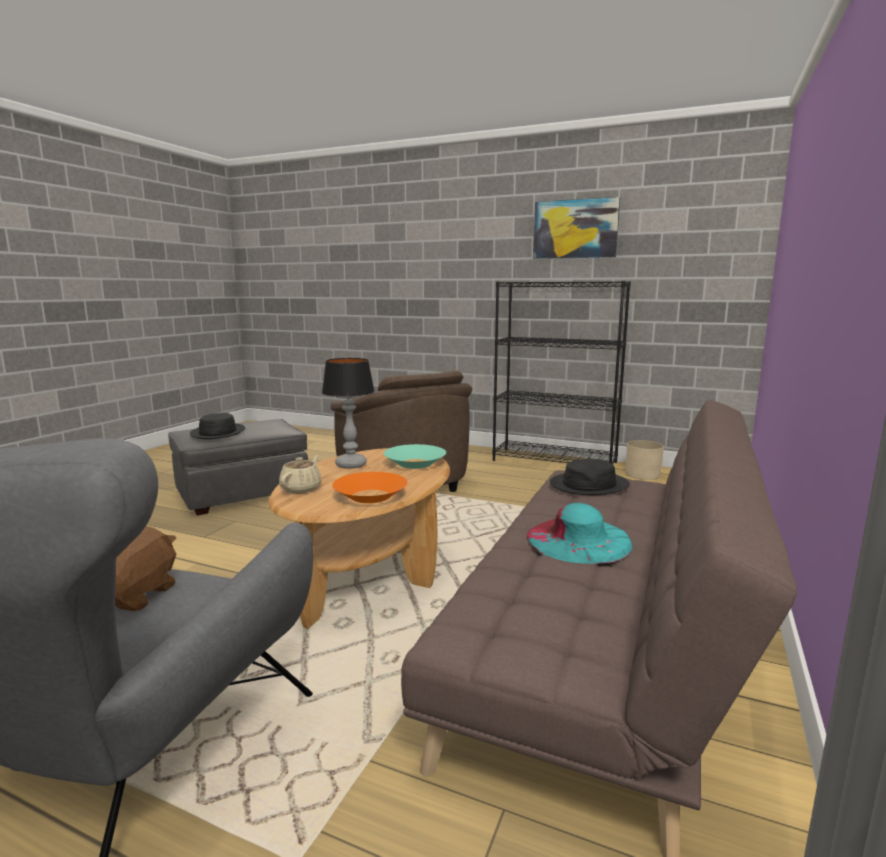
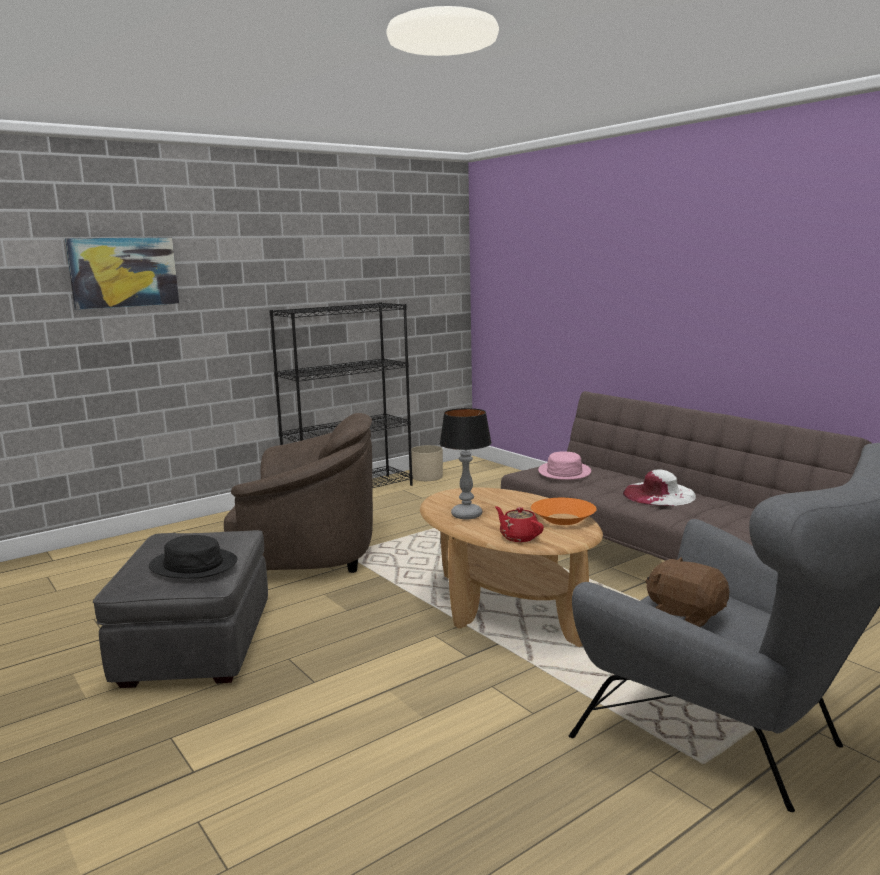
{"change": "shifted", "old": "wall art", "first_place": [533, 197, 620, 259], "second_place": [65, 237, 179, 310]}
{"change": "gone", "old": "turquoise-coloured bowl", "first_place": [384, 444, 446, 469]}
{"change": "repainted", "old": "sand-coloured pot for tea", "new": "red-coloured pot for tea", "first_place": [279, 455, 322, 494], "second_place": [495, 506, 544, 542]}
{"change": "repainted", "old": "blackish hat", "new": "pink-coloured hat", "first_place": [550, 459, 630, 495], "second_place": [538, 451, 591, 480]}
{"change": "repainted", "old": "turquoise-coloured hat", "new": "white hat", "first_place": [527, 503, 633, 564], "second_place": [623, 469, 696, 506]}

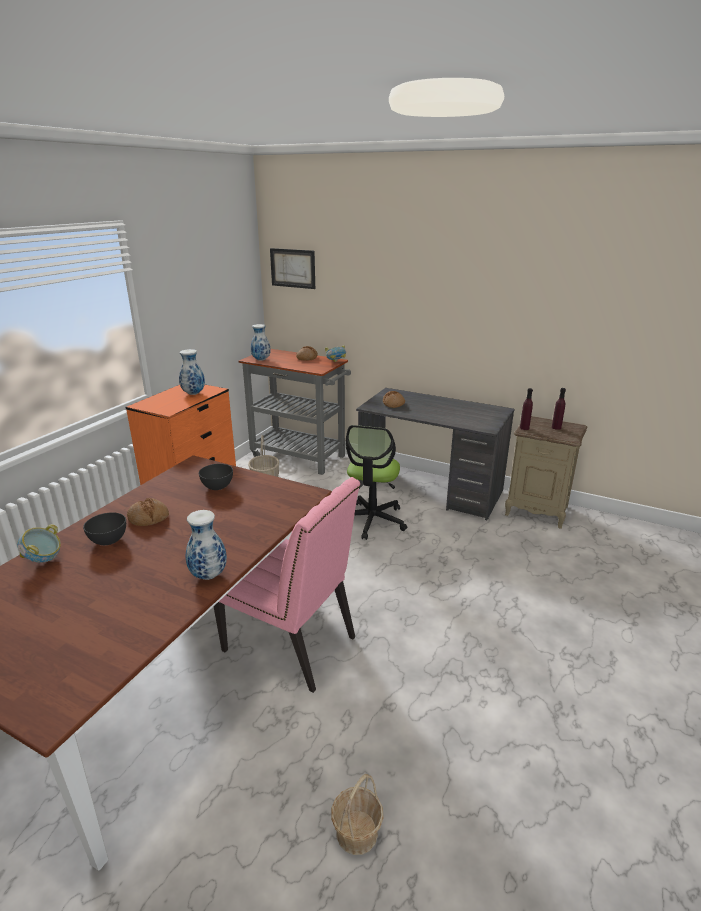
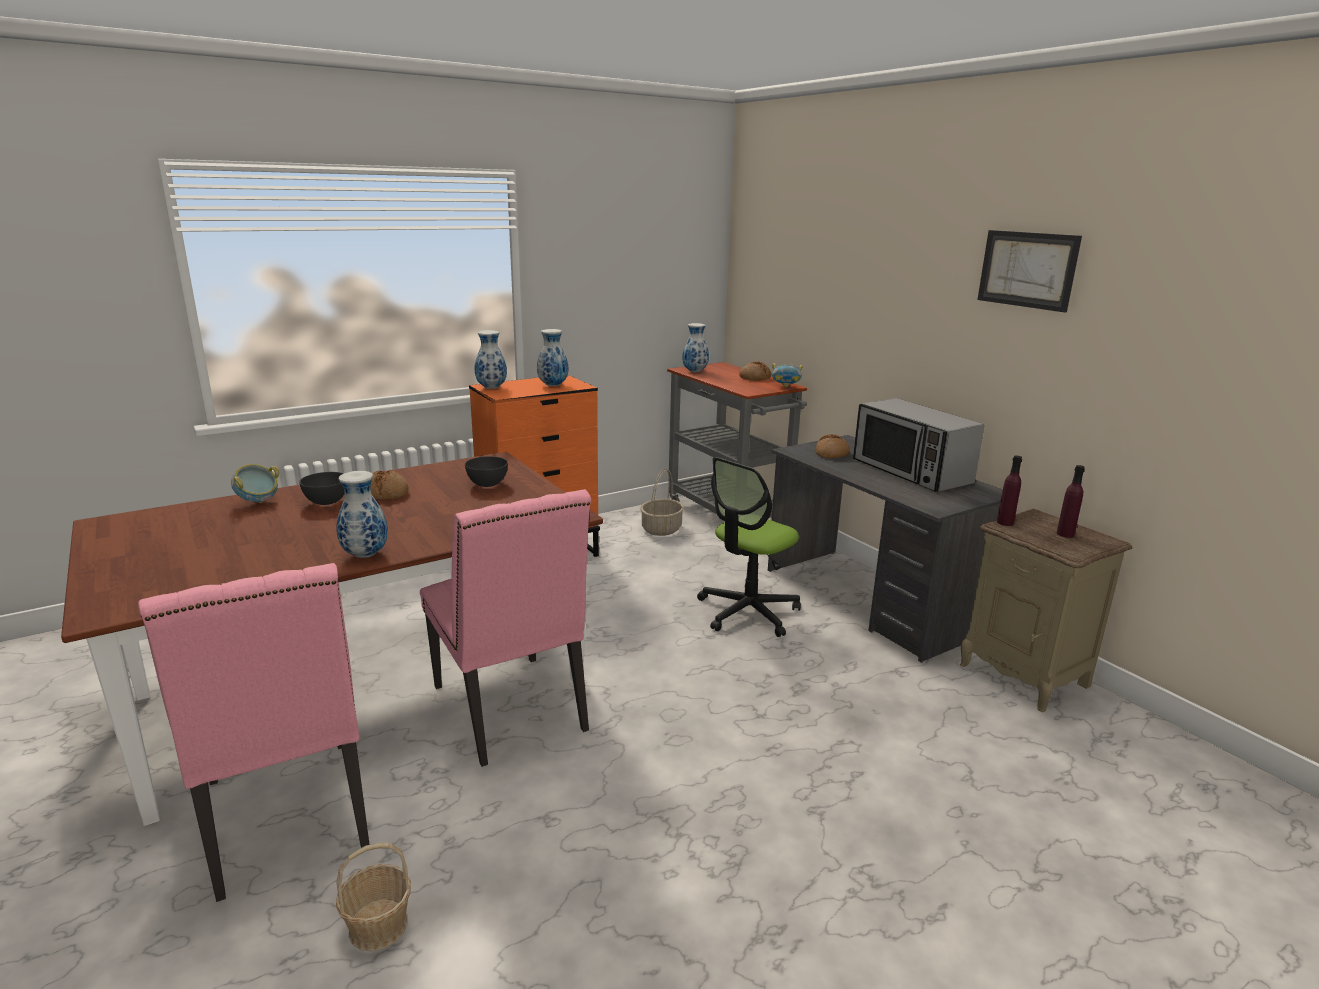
{"change": "shifted", "old": "wall art", "first_place": [270, 248, 315, 289], "second_place": [977, 230, 1082, 312]}
{"change": "new", "new": "vase", "second_place": [475, 330, 507, 389]}
{"change": "new", "new": "microwave", "second_place": [853, 398, 984, 492]}
{"change": "new", "new": "pink-coloured chair", "second_place": [138, 563, 370, 902]}

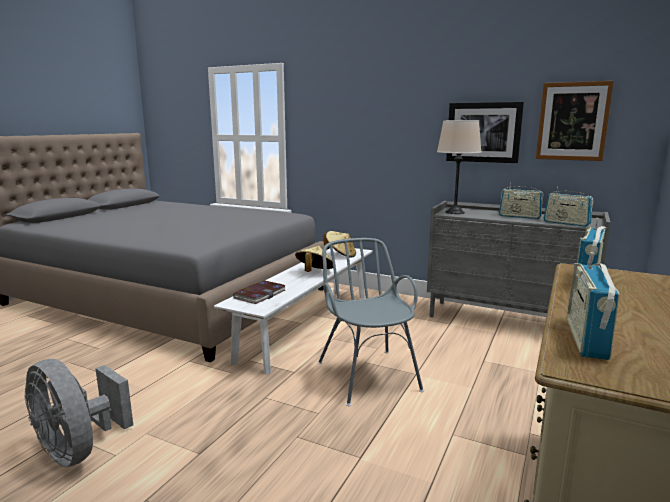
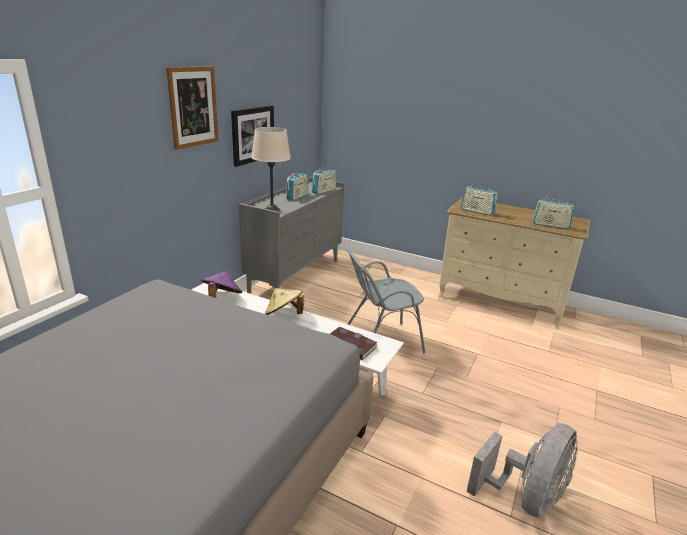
{"change": "shifted", "old": "wall art", "first_place": [536, 81, 614, 161], "second_place": [166, 66, 219, 150]}
{"change": "repainted", "old": "sand-coloured hat", "new": "purple hat", "first_place": [324, 231, 356, 258], "second_place": [201, 271, 242, 298]}

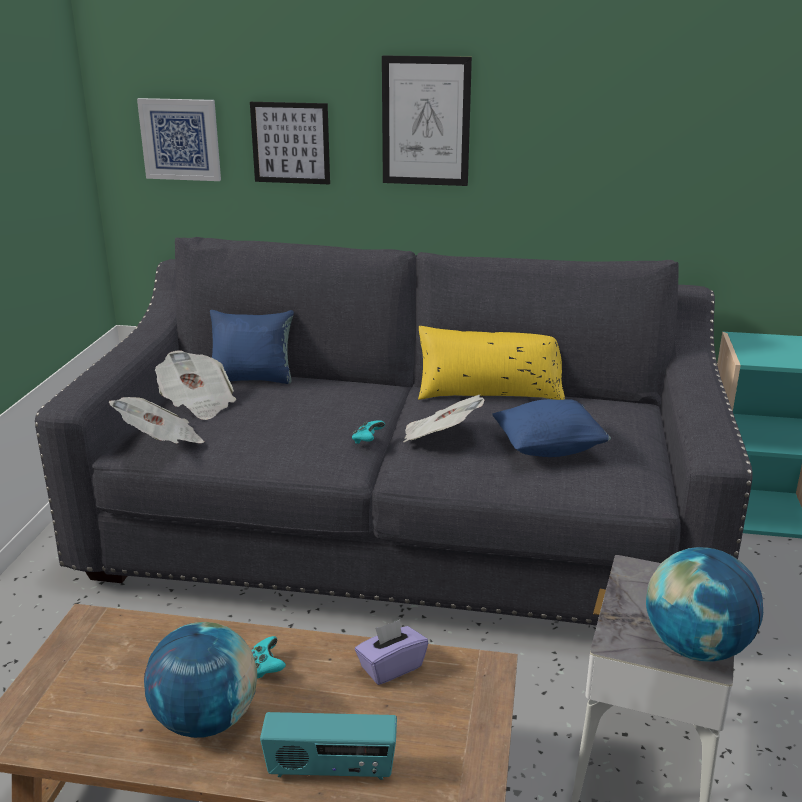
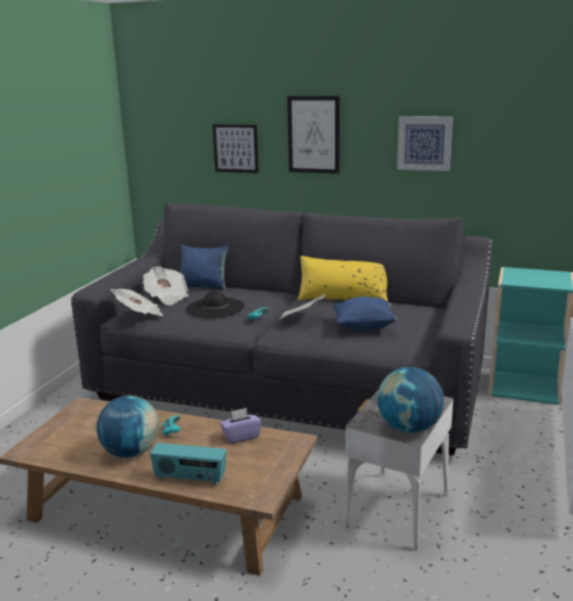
{"change": "shifted", "old": "wall art", "first_place": [137, 98, 221, 181], "second_place": [397, 116, 453, 171]}
{"change": "new", "new": "blackish hat", "second_place": [186, 291, 244, 318]}

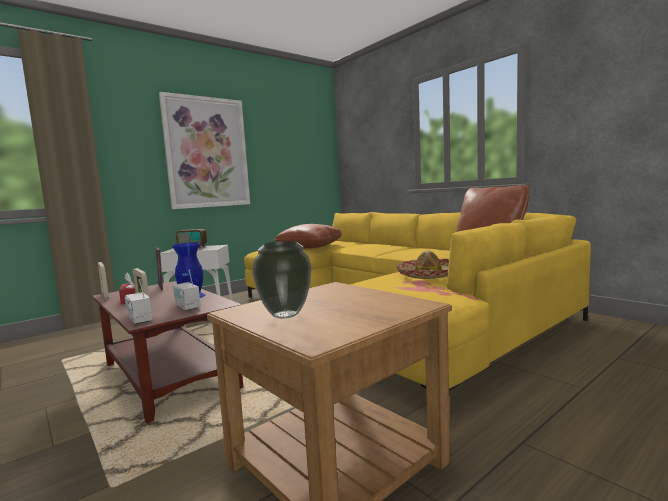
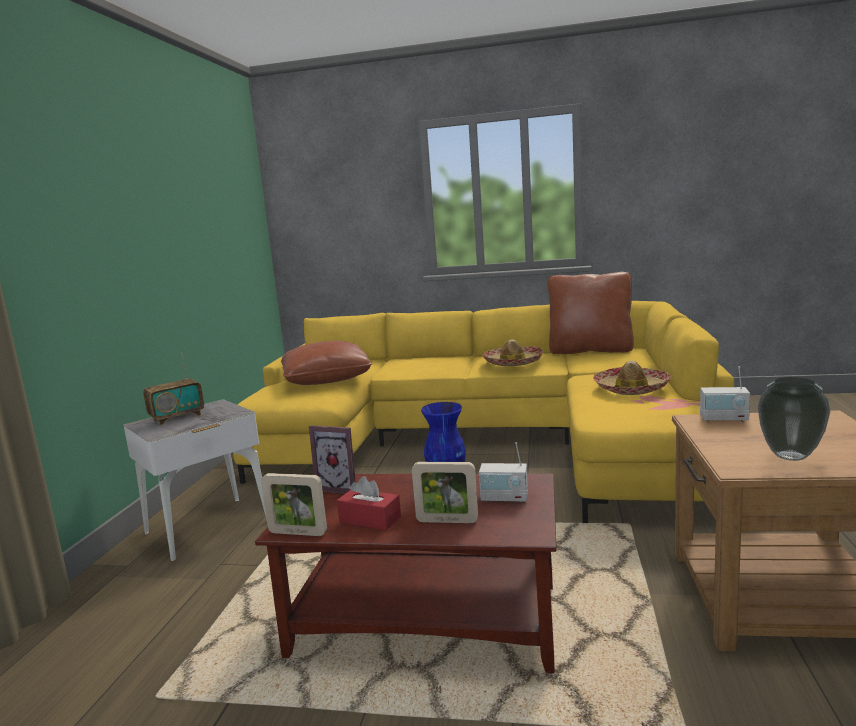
{"change": "gone", "old": "wall art", "first_place": [159, 92, 250, 209]}
{"change": "shifted", "old": "radio", "first_place": [125, 279, 153, 324], "second_place": [700, 366, 750, 422]}
{"change": "new", "new": "hat", "second_place": [482, 339, 543, 366]}

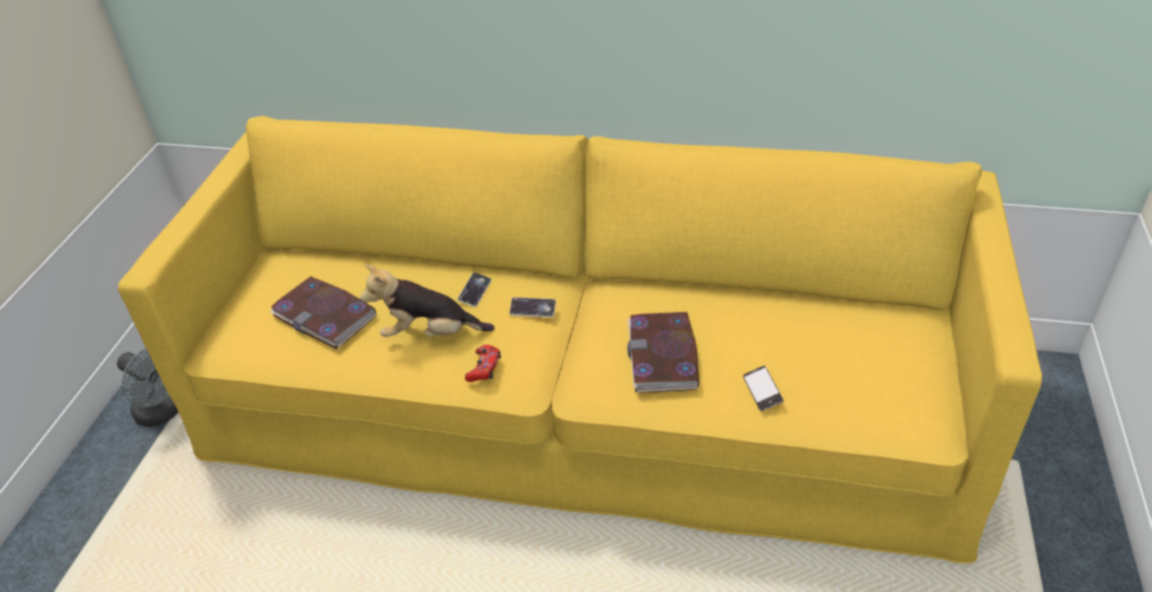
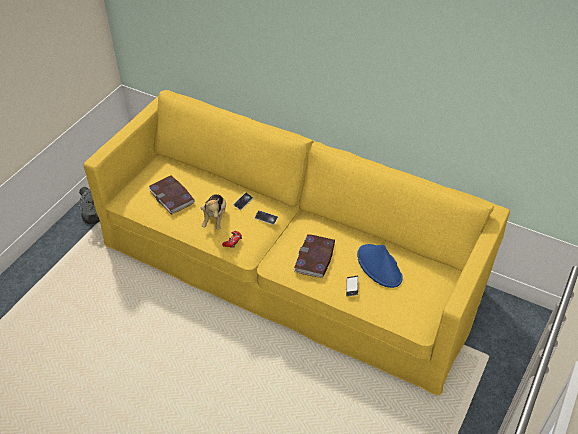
{"change": "rotated", "old": "cuddly toy", "first_place": [360, 265, 495, 337], "second_place": [201, 194, 226, 230], "degrees": -105}
{"change": "new", "new": "blue hat", "second_place": [357, 244, 403, 288]}

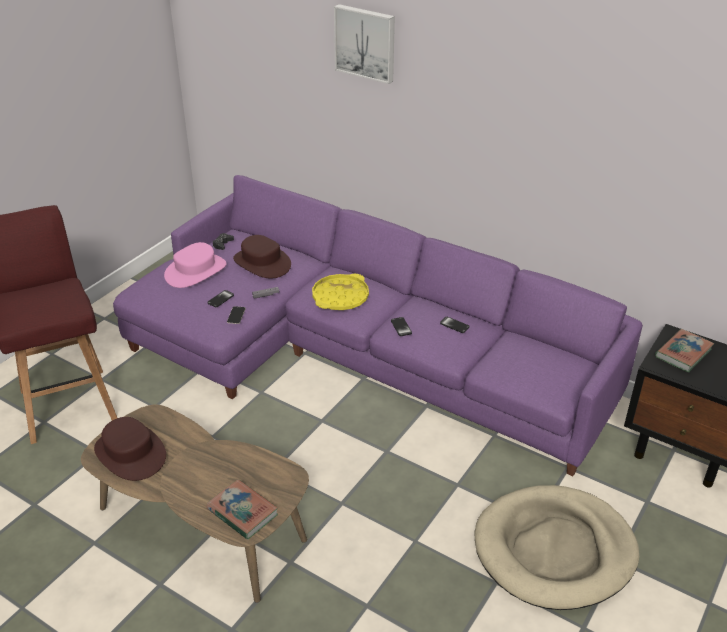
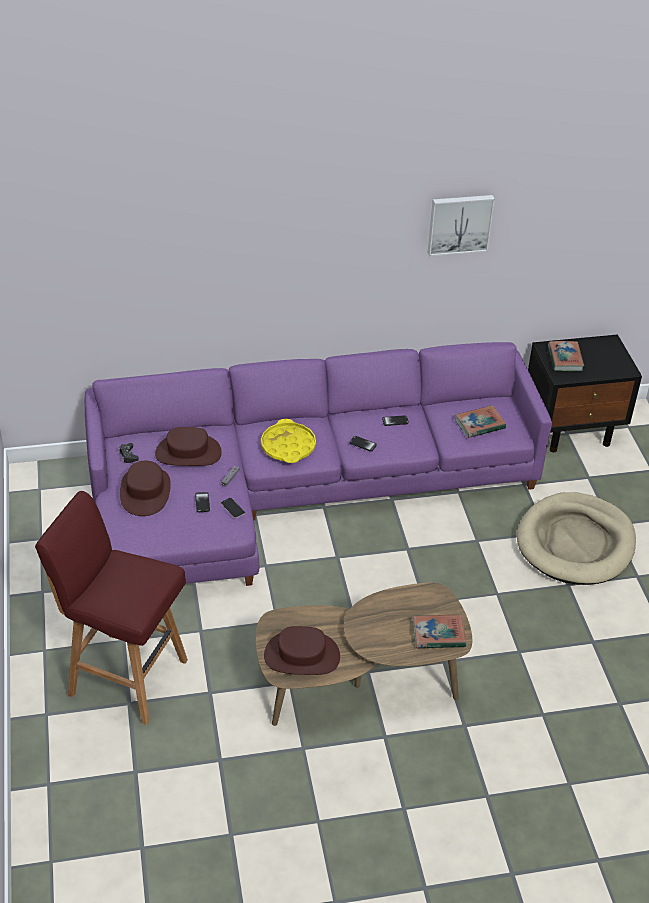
{"change": "shifted", "old": "wall art", "first_place": [334, 4, 395, 84], "second_place": [428, 195, 495, 256]}
{"change": "repainted", "old": "pink-coloured hat", "new": "brown hat", "first_place": [164, 242, 227, 288], "second_place": [120, 461, 171, 516]}
{"change": "new", "new": "book", "second_place": [455, 405, 506, 438]}

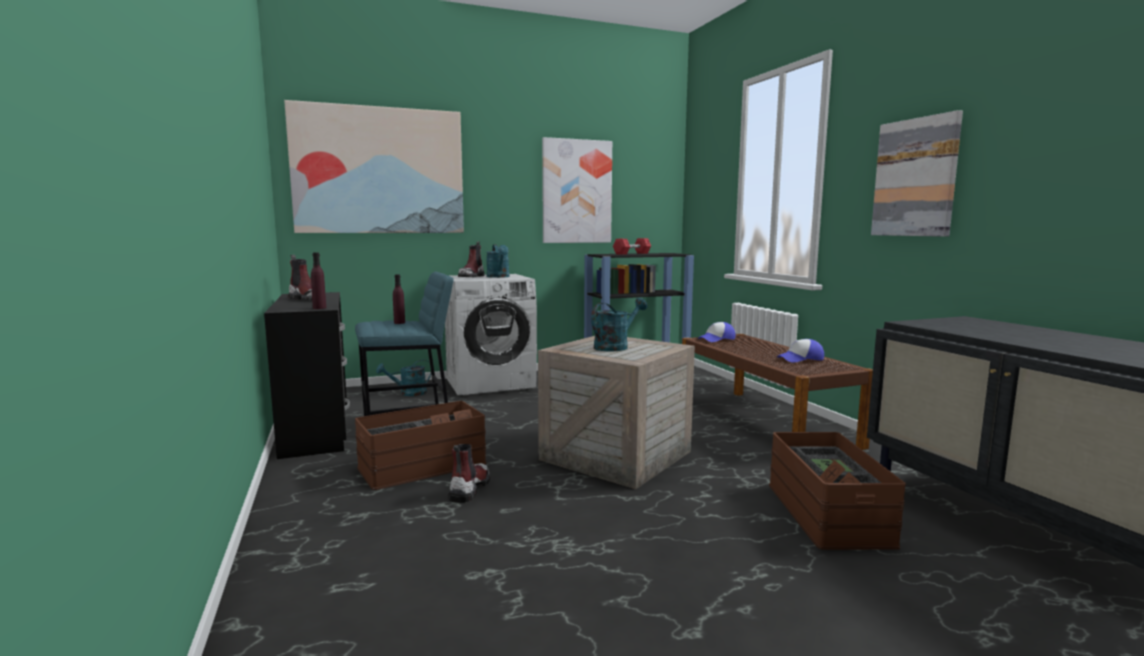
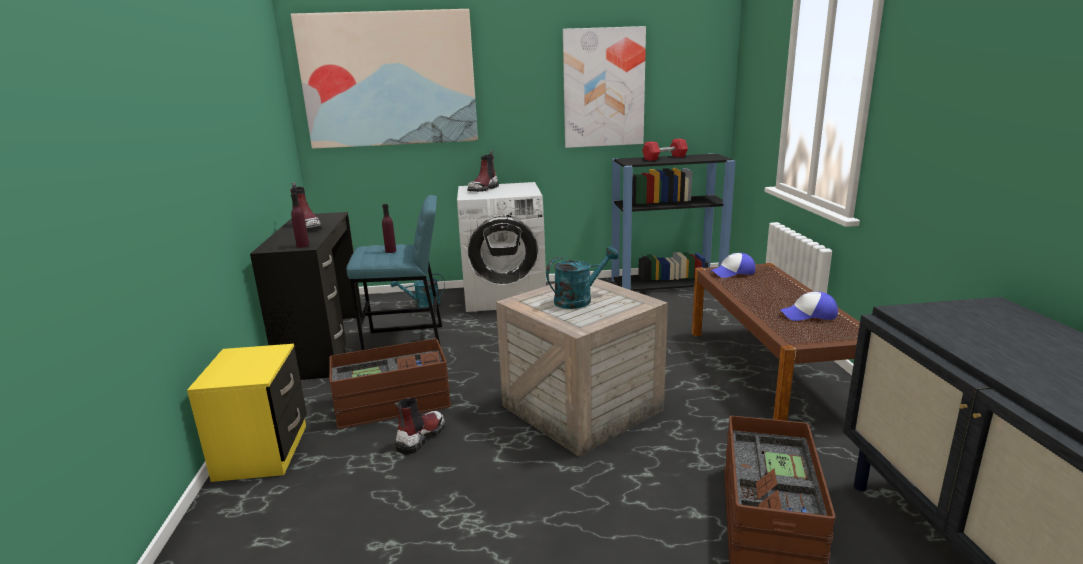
{"change": "gone", "old": "wall art", "first_place": [871, 110, 963, 237]}
{"change": "gone", "old": "turquoise-coloured watering can", "first_place": [487, 244, 510, 278]}
{"change": "new", "new": "yellow nightstand", "second_place": [187, 344, 307, 482]}

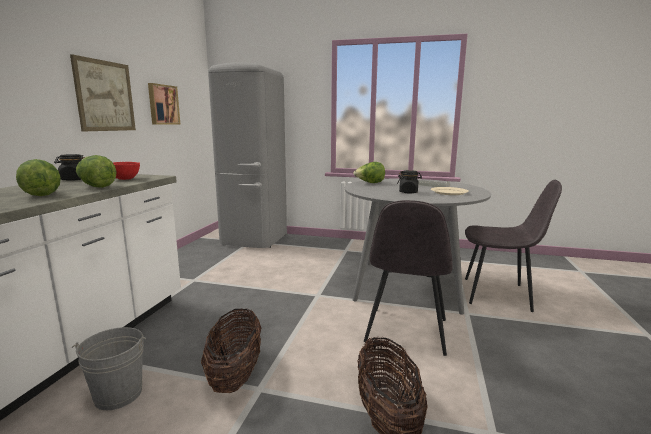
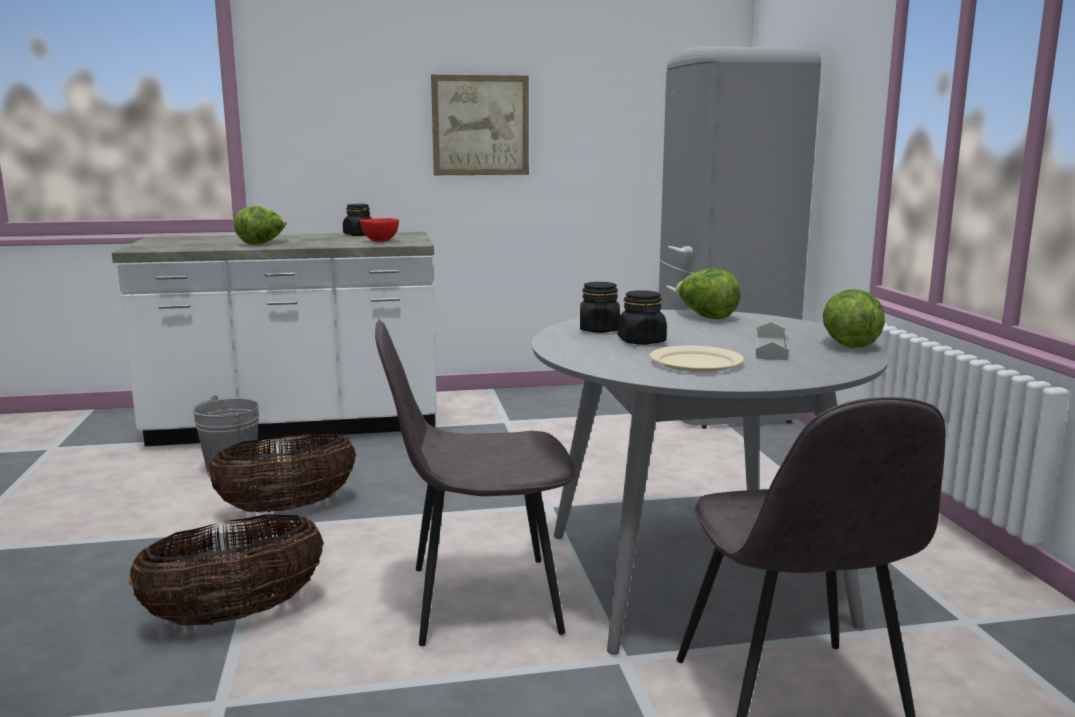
{"change": "gone", "old": "wall art", "first_place": [148, 83, 180, 125]}
{"change": "shifted", "old": "lettuce head", "first_place": [76, 155, 117, 188], "second_place": [823, 289, 885, 348]}
{"change": "new", "new": "blackish storage jar", "second_place": [580, 282, 620, 333]}

